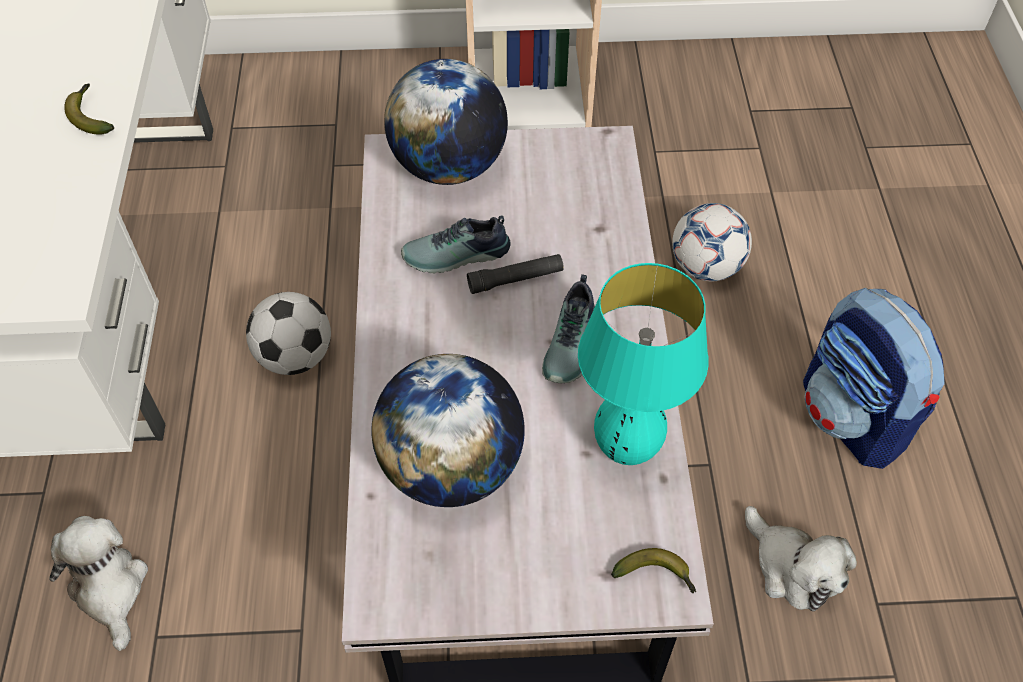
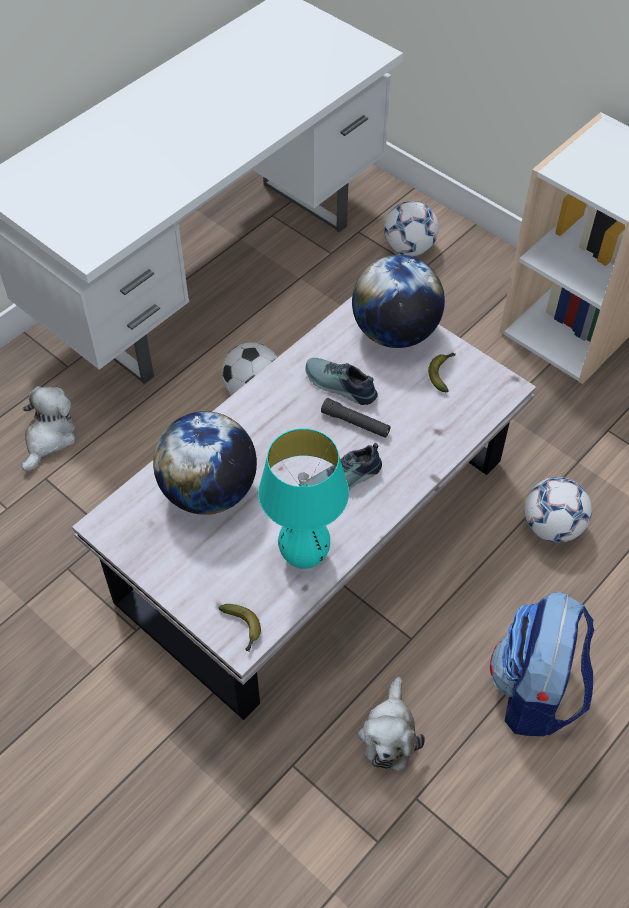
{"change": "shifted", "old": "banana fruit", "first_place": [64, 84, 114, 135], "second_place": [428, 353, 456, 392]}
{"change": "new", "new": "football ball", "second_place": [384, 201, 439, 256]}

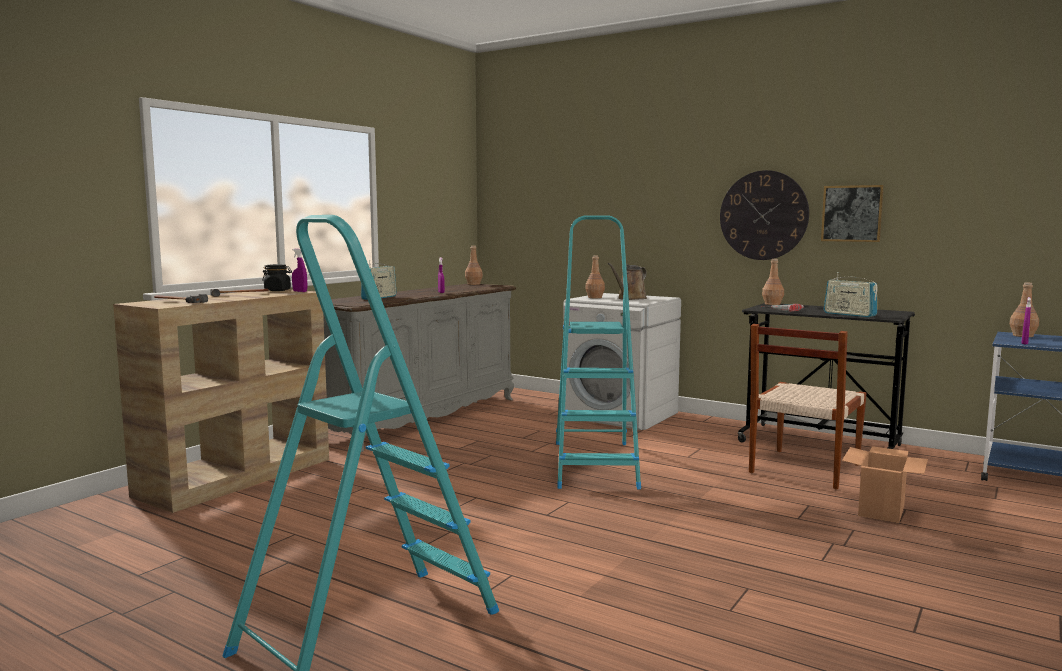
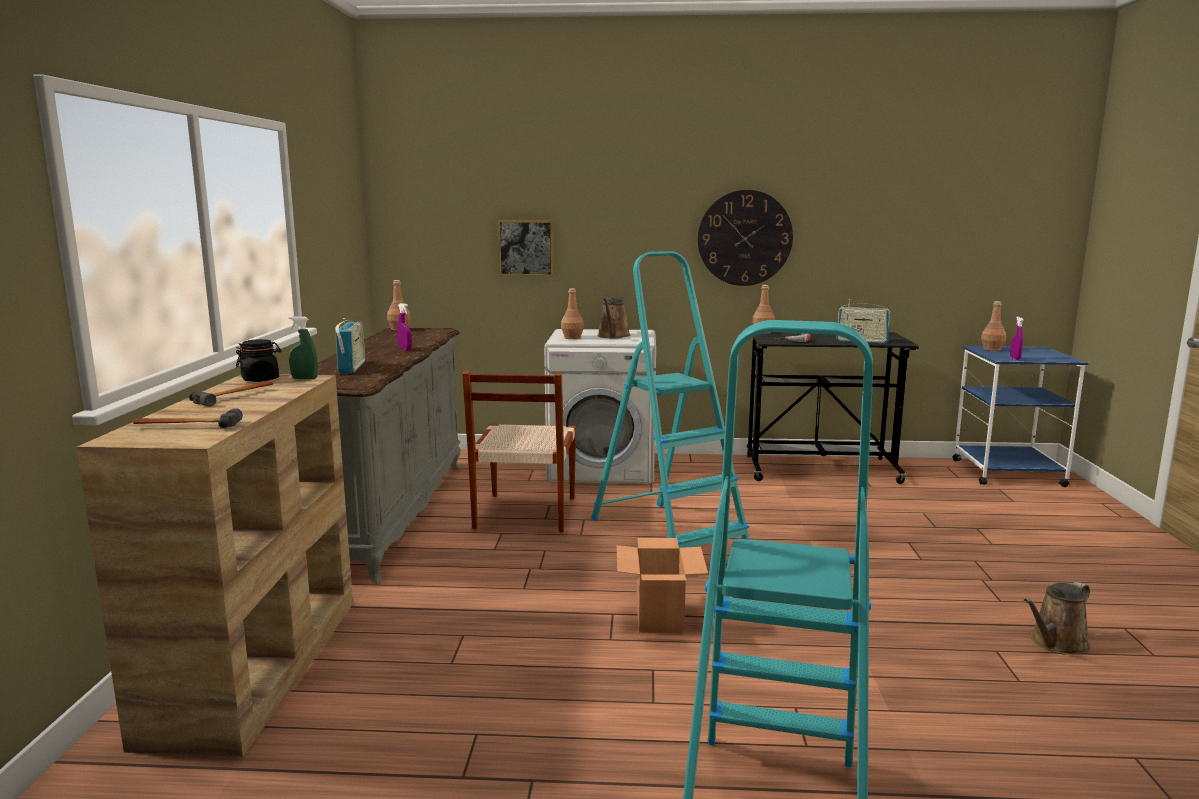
{"change": "shifted", "old": "wall art", "first_place": [821, 185, 884, 242], "second_place": [498, 220, 554, 276]}
{"change": "repainted", "old": "purple hand sprayer", "new": "green-coloured hand sprayer", "first_place": [292, 249, 307, 292], "second_place": [289, 316, 318, 379]}
{"change": "shifted", "old": "chair", "first_place": [749, 324, 866, 489], "second_place": [462, 371, 576, 532]}
{"change": "shifted", "old": "packing box", "first_place": [842, 446, 928, 523], "second_place": [616, 538, 708, 633]}
{"change": "new", "new": "brown watering can", "second_place": [1024, 582, 1090, 654]}

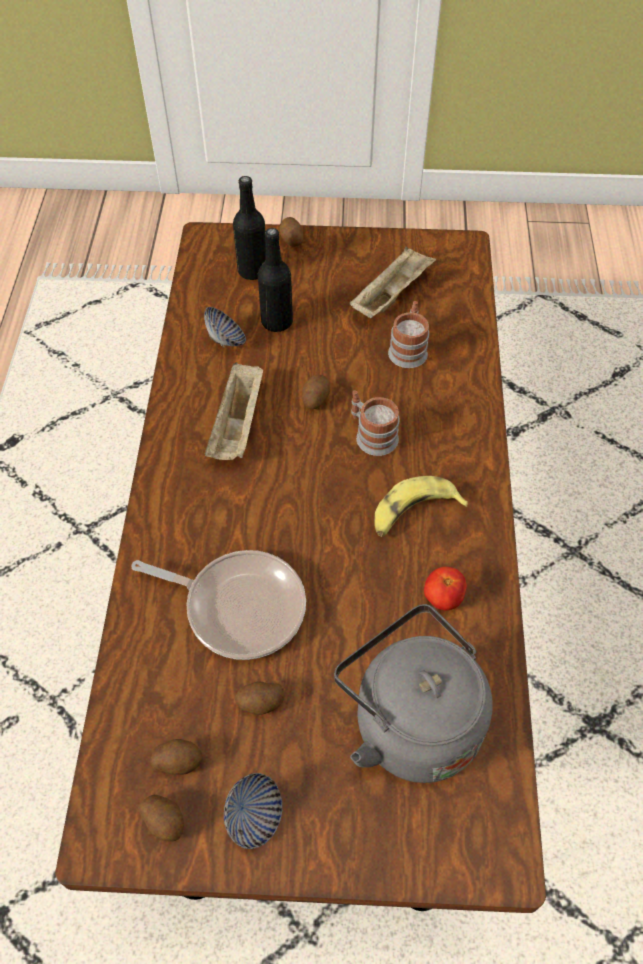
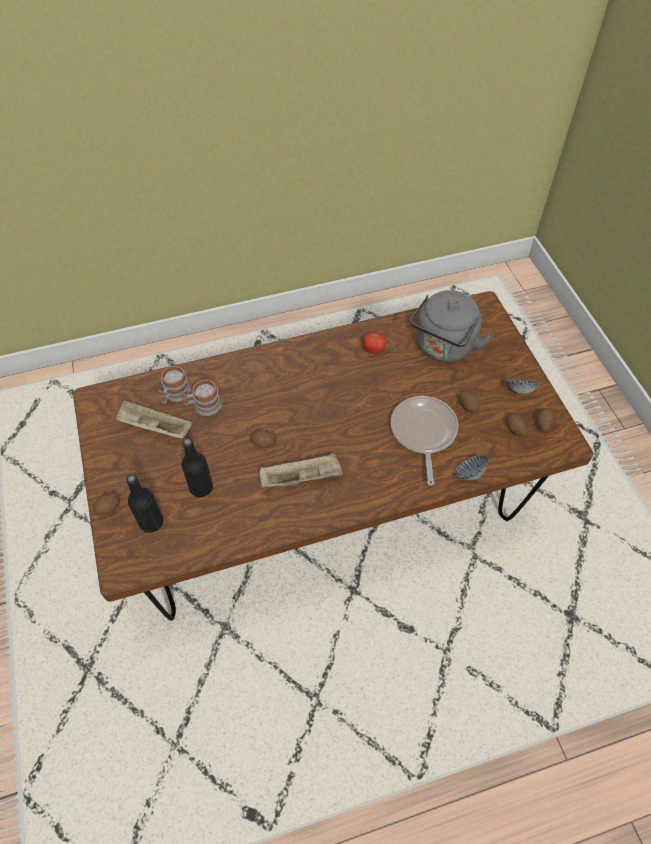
{"change": "shifted", "old": "bowl", "first_place": [204, 307, 246, 348], "second_place": [454, 455, 488, 480]}
{"change": "shifted", "old": "coffee mug", "first_place": [351, 390, 400, 456], "second_place": [159, 365, 191, 404]}
{"change": "gone", "old": "banana fruit", "first_place": [374, 476, 469, 537]}

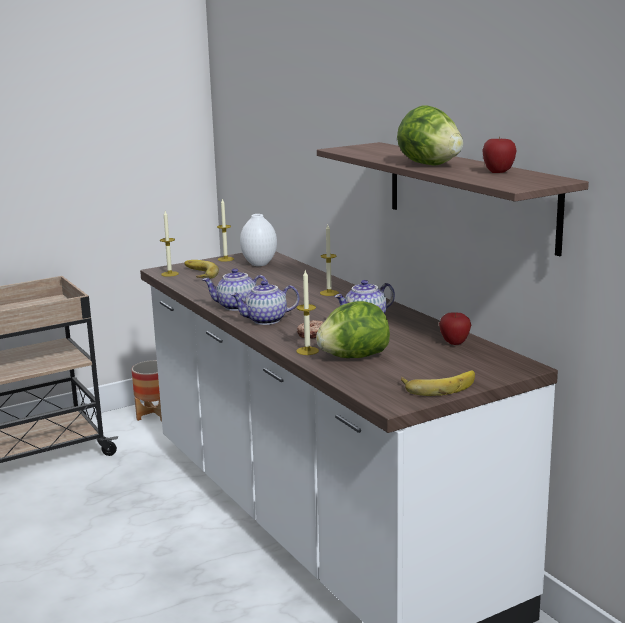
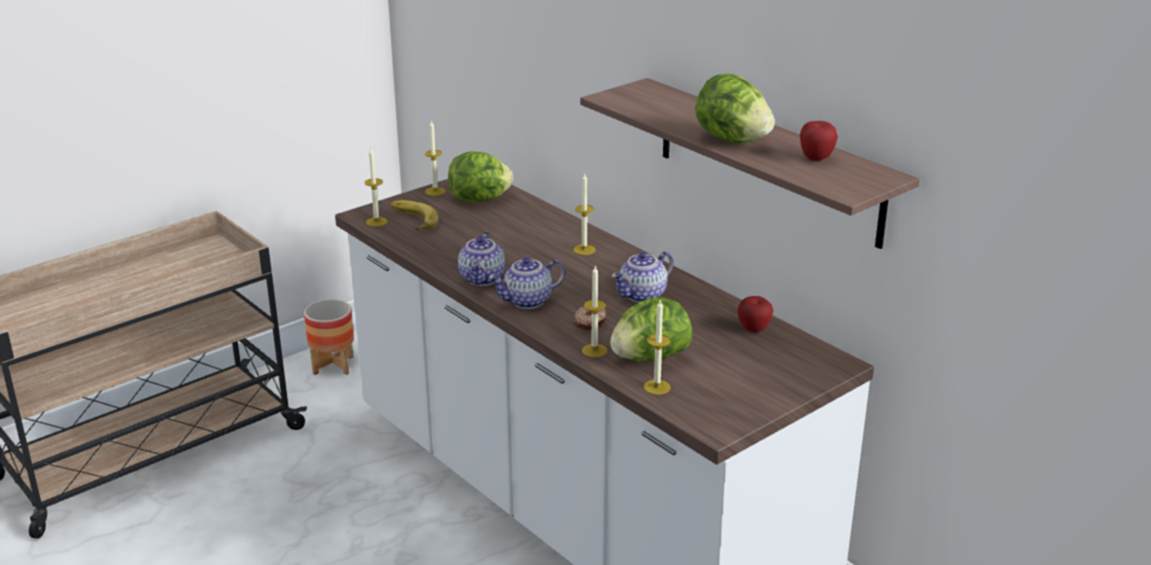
{"change": "swapped", "old": "white vase", "new": "lettuce head", "first_place": [240, 214, 277, 266], "second_place": [448, 151, 513, 202]}
{"change": "rotated", "old": "pot for tea", "first_place": [202, 268, 269, 311], "second_place": [458, 231, 506, 286], "degrees": -75}
{"change": "gone", "old": "banana fruit", "first_place": [401, 371, 475, 396]}
{"change": "new", "new": "wax candle", "second_place": [644, 300, 671, 395]}

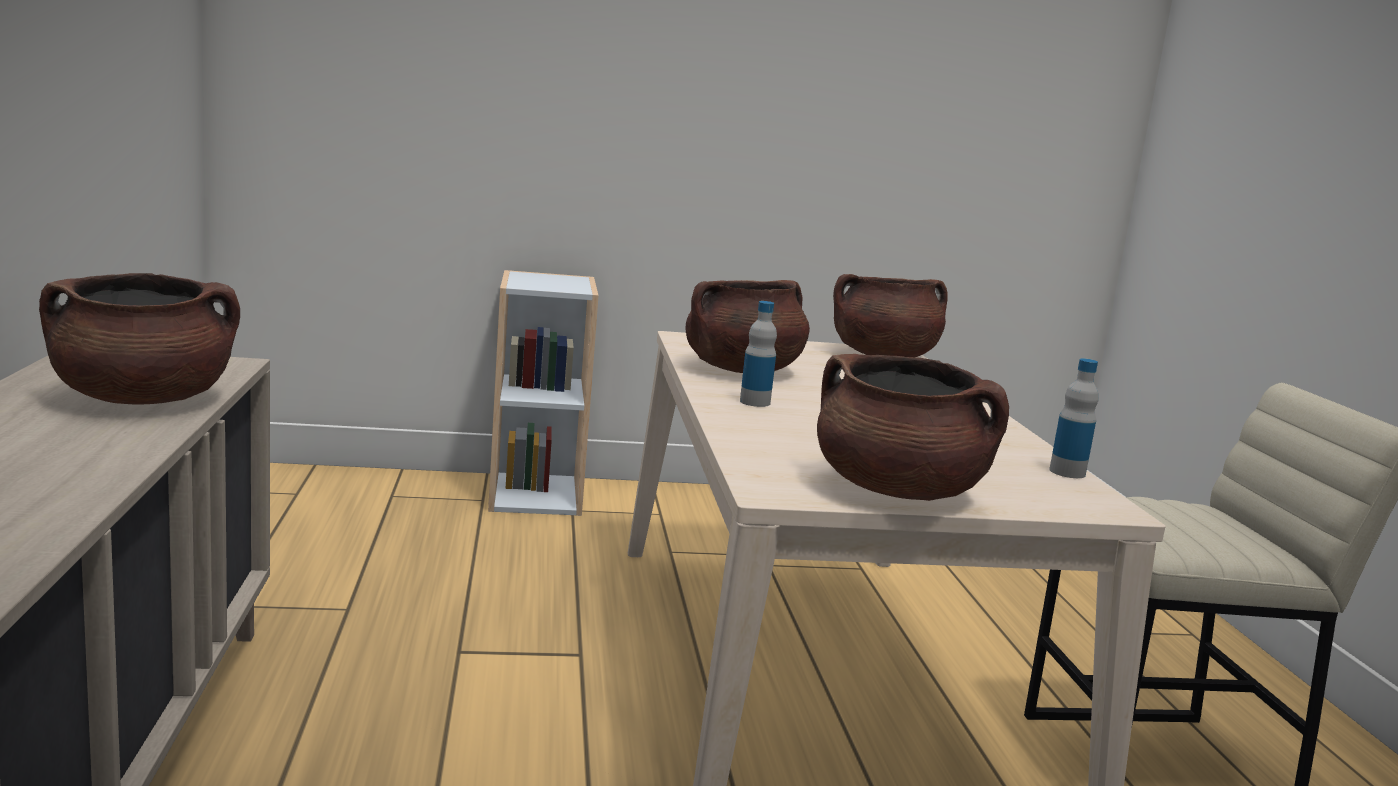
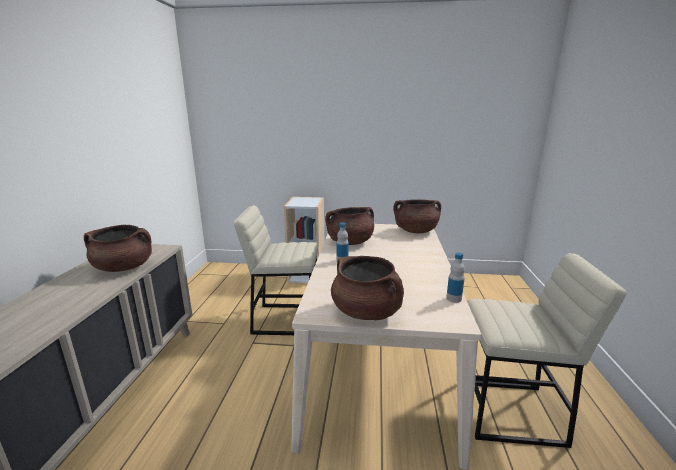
{"change": "new", "new": "sand-coloured chair", "second_place": [234, 205, 318, 335]}

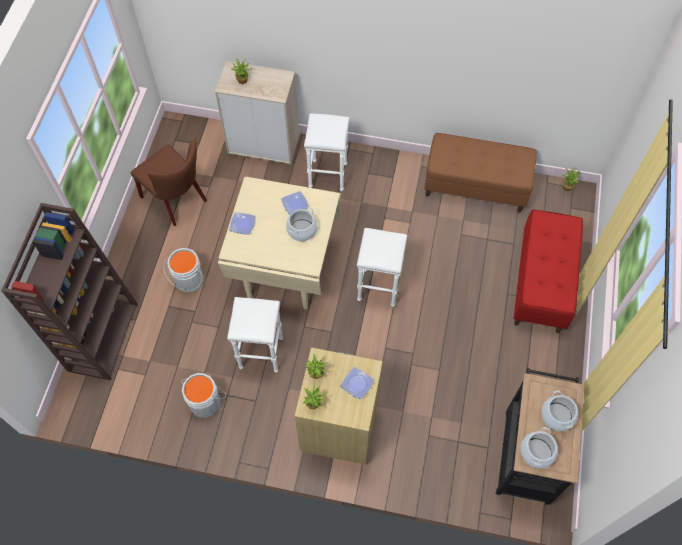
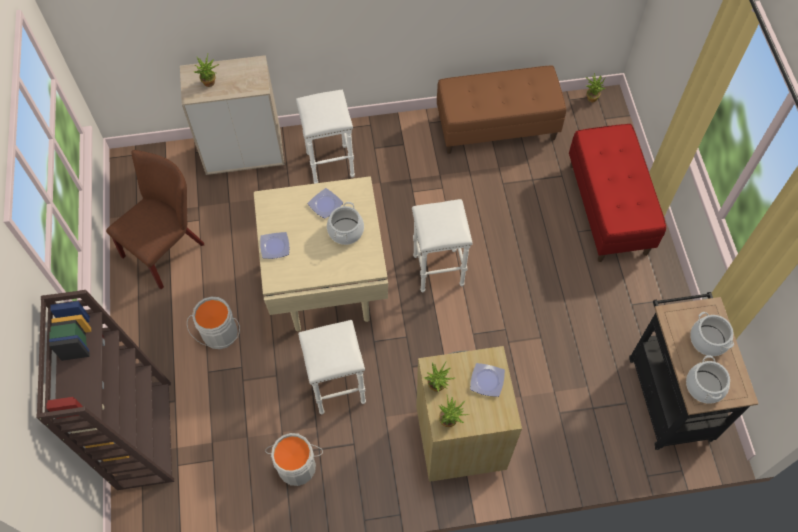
{"change": "rotated", "old": "brown chair", "first_place": [130, 139, 207, 226], "second_place": [106, 150, 204, 289], "degrees": -75}

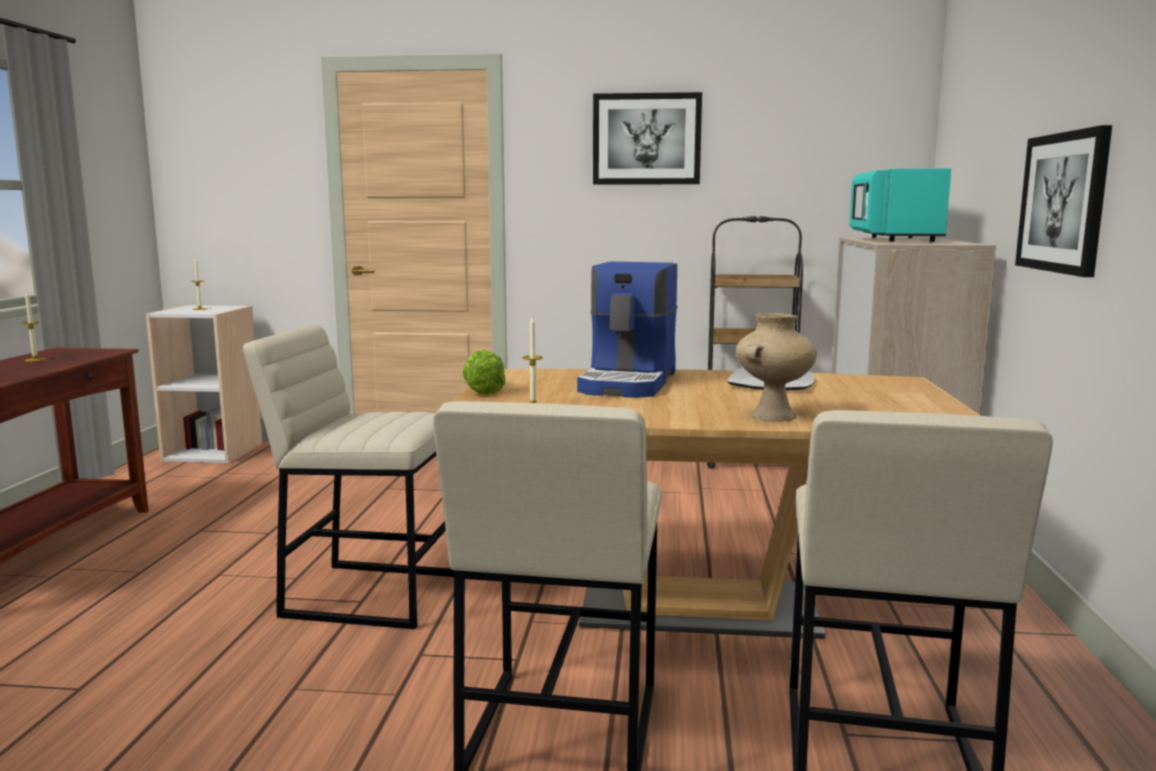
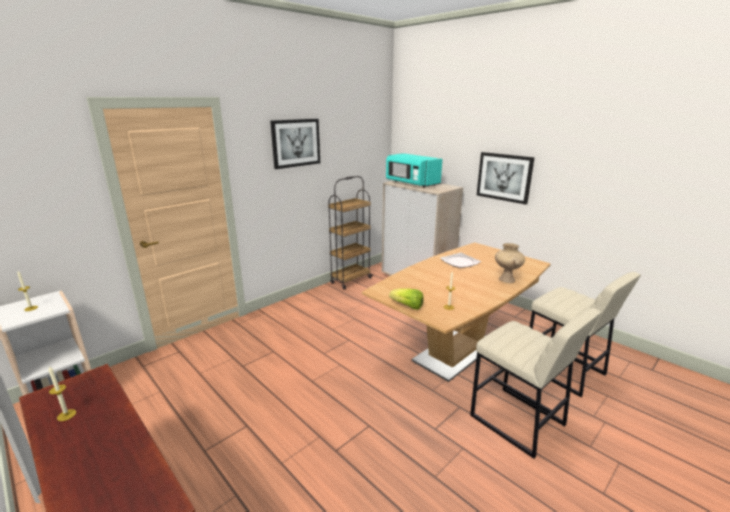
{"change": "gone", "old": "coffee maker", "first_place": [577, 262, 678, 398]}
{"change": "gone", "old": "sand-coloured chair", "first_place": [243, 324, 454, 629]}

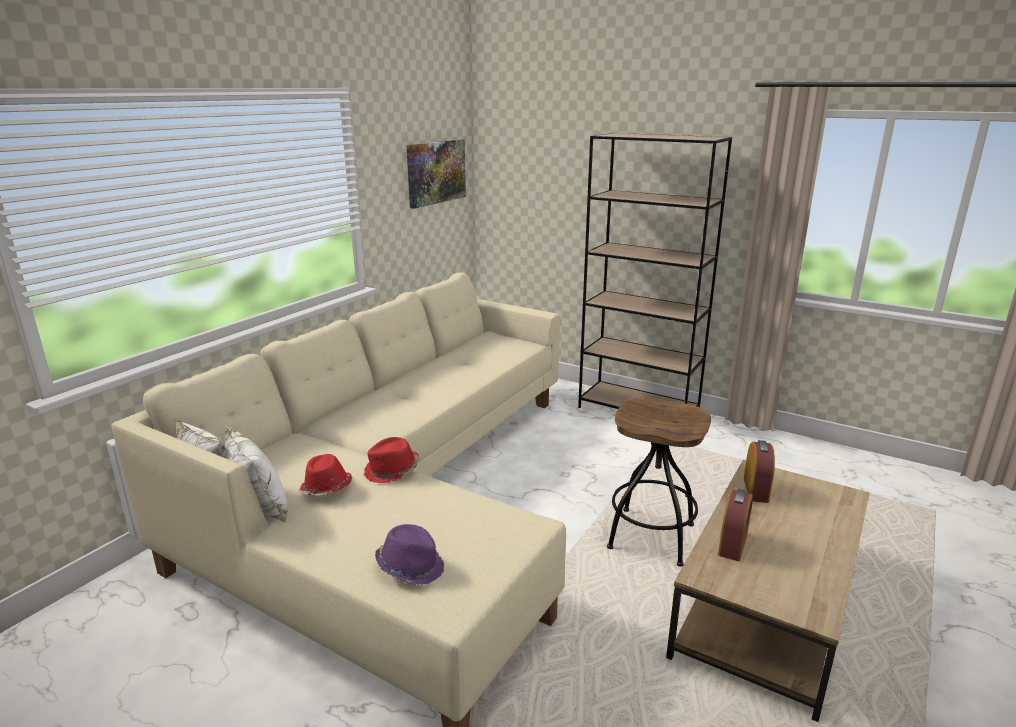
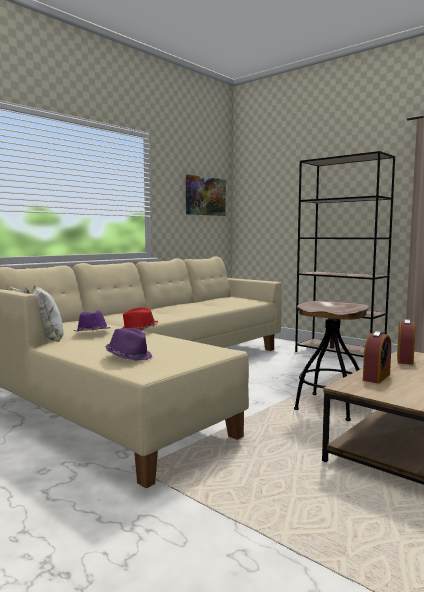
{"change": "repainted", "old": "red-coloured hat", "new": "purple hat", "first_place": [298, 454, 352, 496], "second_place": [74, 310, 110, 332]}

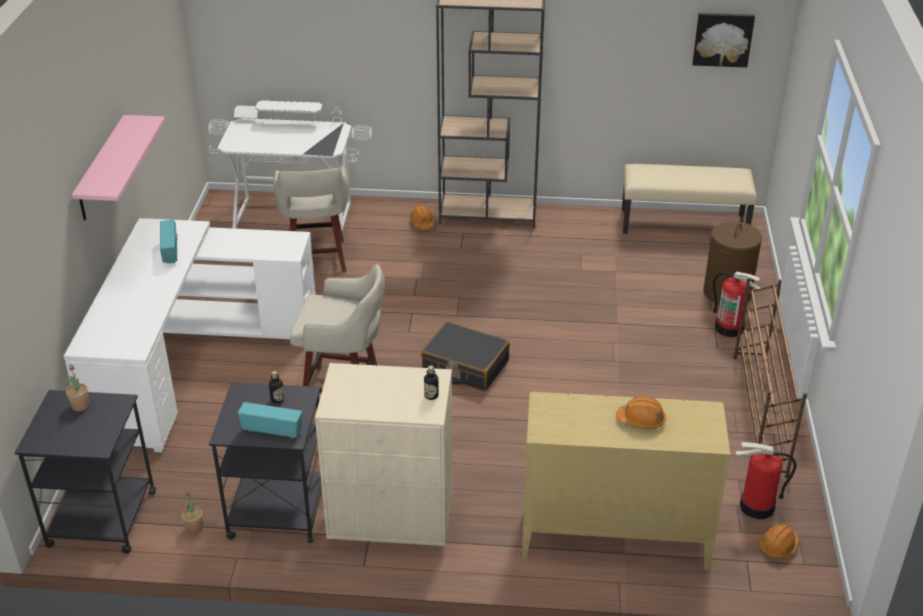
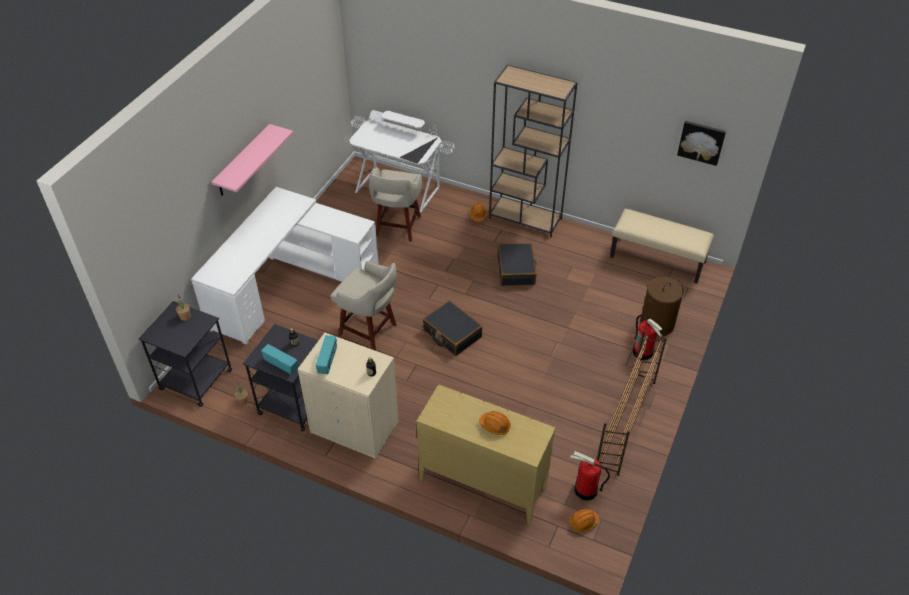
{"change": "shifted", "old": "radio", "first_place": [160, 220, 178, 263], "second_place": [316, 335, 337, 374]}
{"change": "new", "new": "blackish suitcase", "second_place": [498, 243, 537, 286]}

